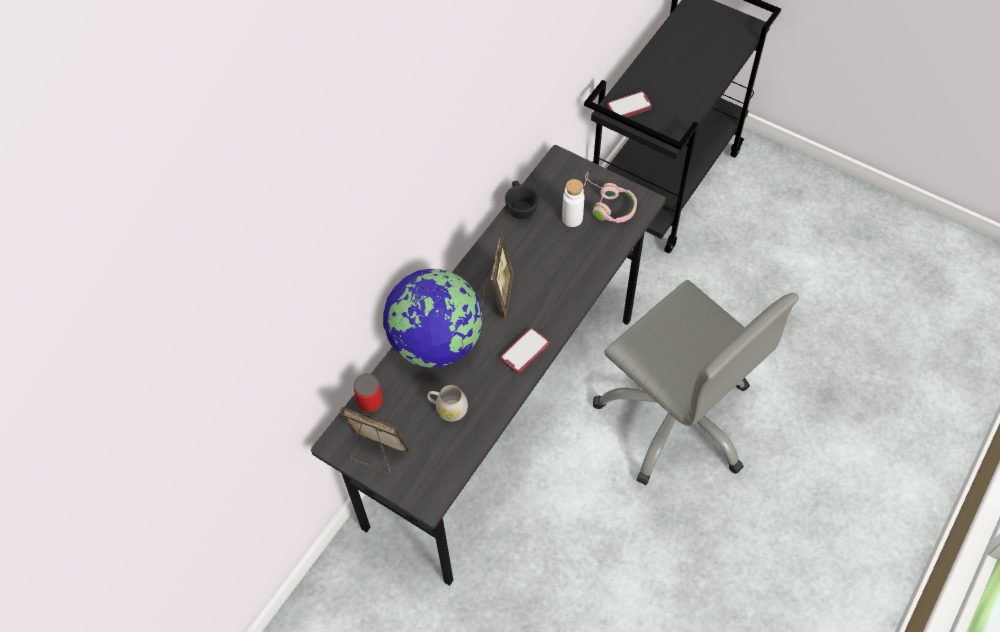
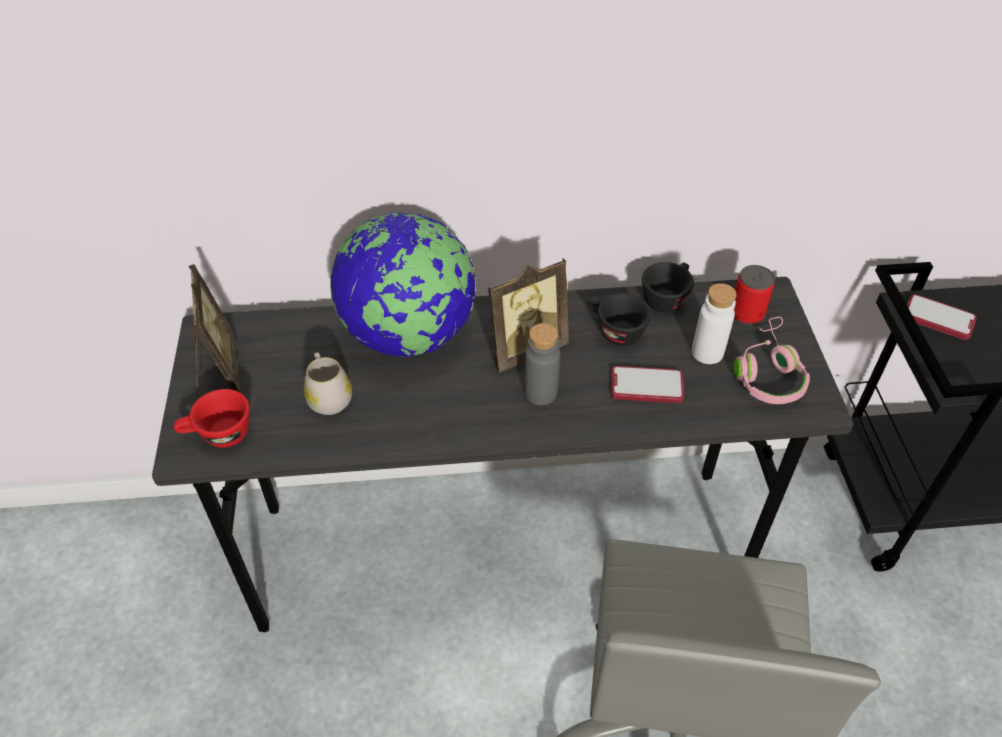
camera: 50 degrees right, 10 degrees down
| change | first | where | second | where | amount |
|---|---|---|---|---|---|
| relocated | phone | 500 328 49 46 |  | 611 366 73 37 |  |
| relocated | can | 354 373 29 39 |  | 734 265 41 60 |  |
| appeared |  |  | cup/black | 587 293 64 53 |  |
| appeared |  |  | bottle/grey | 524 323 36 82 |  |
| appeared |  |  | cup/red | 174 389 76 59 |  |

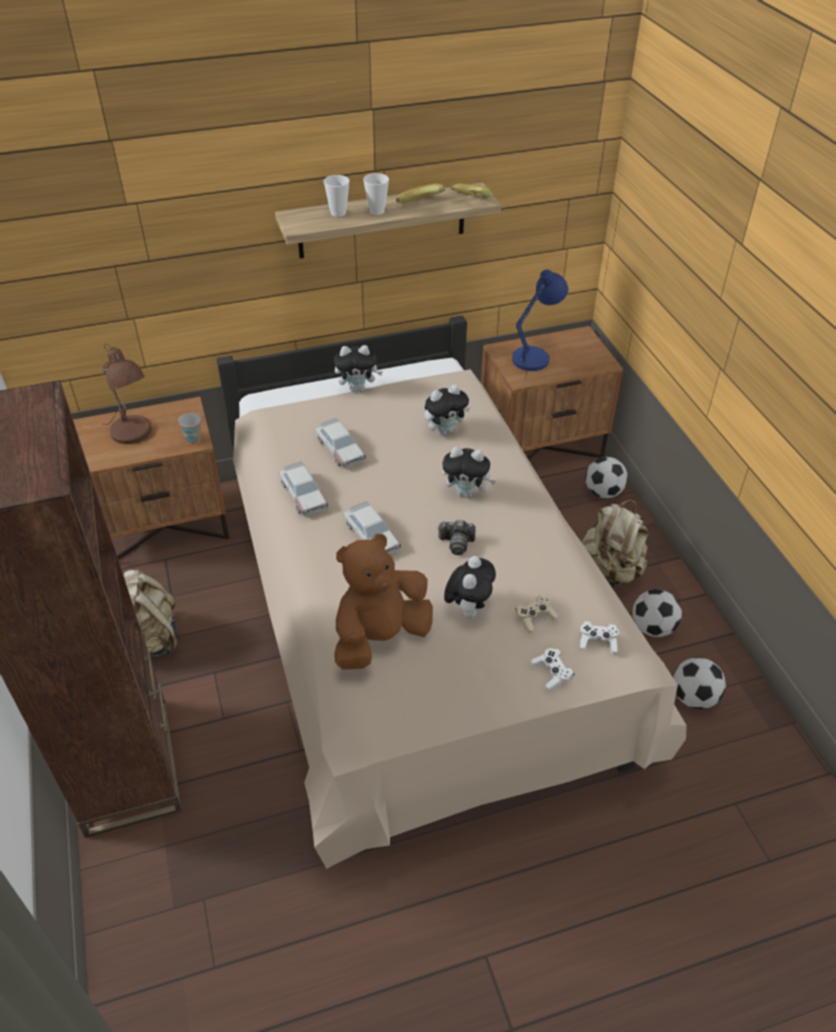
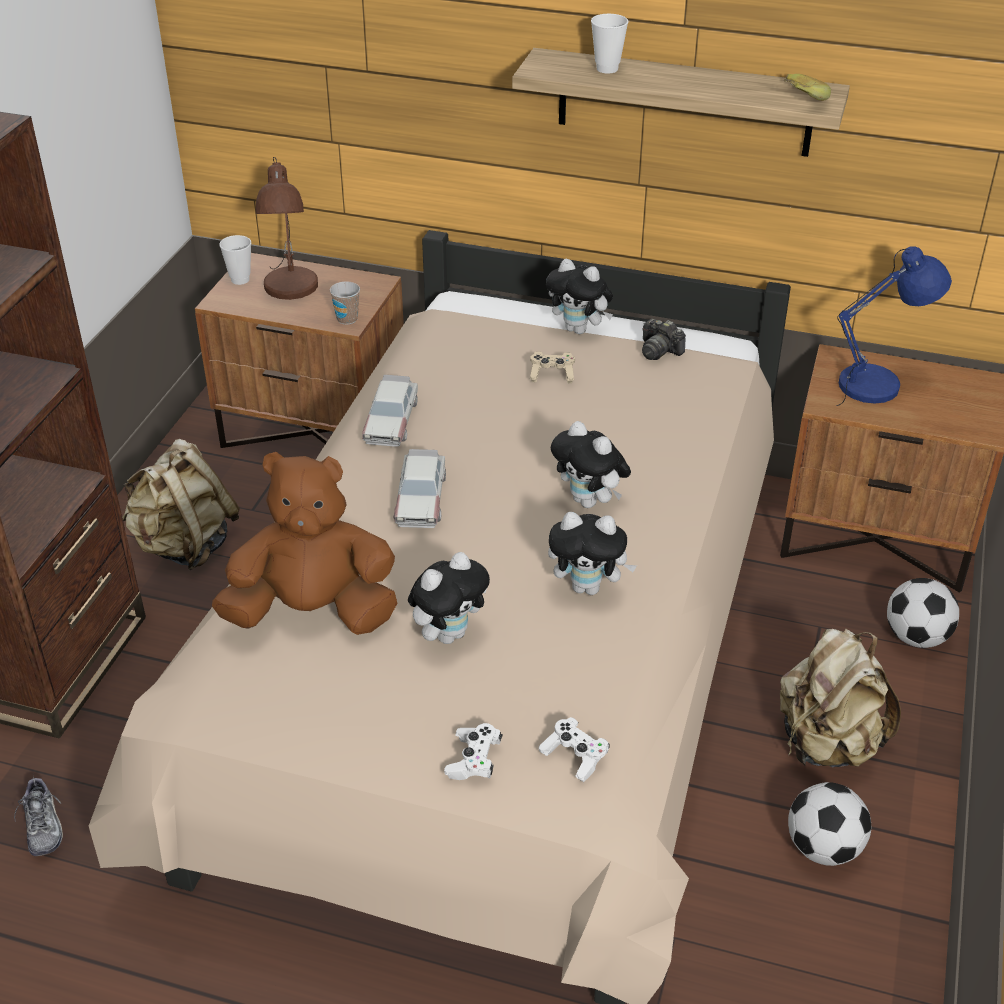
camera: 35 degrees right, 5 degrees down
| change | first | where | second | where | amount |
|---|---|---|---|---|---|
| relocated | cup | 363 173 26 42 |  | 219 235 32 50 |  |
| missing | banana | 396 184 49 19 |  |  |  |
| relocated | plush toy | 424 385 46 51 |  | 548 512 89 83 |  |
| missing | toy car | 315 418 51 51 |  |  |  |
| relocated | photo camera | 438 520 37 35 |  | 642 319 44 41 |  |
| relocated | game controller/beige | 516 595 42 38 |  | 530 352 45 31 |  |
| missing | football | 673 657 53 52 |  |  |  |
| appeared |  |  | shoe | 14 775 49 81 |  |

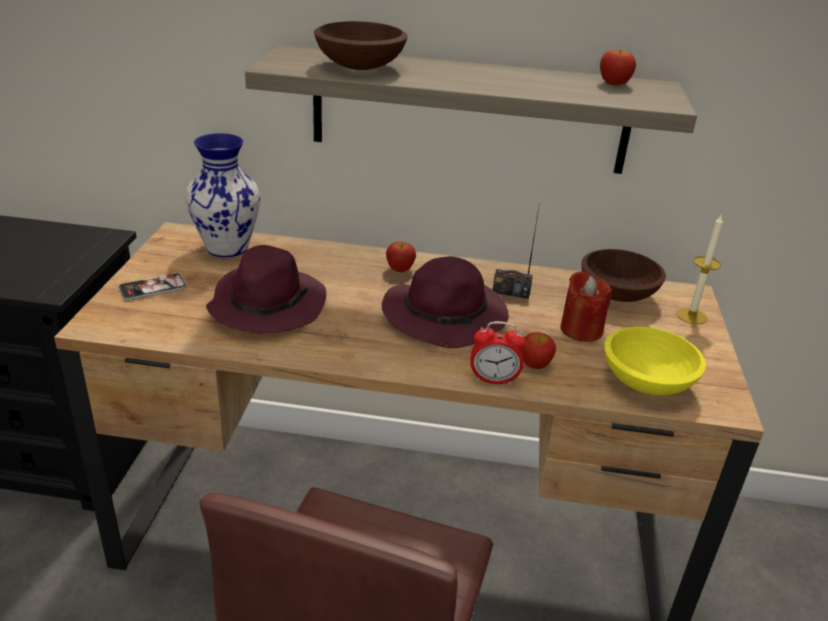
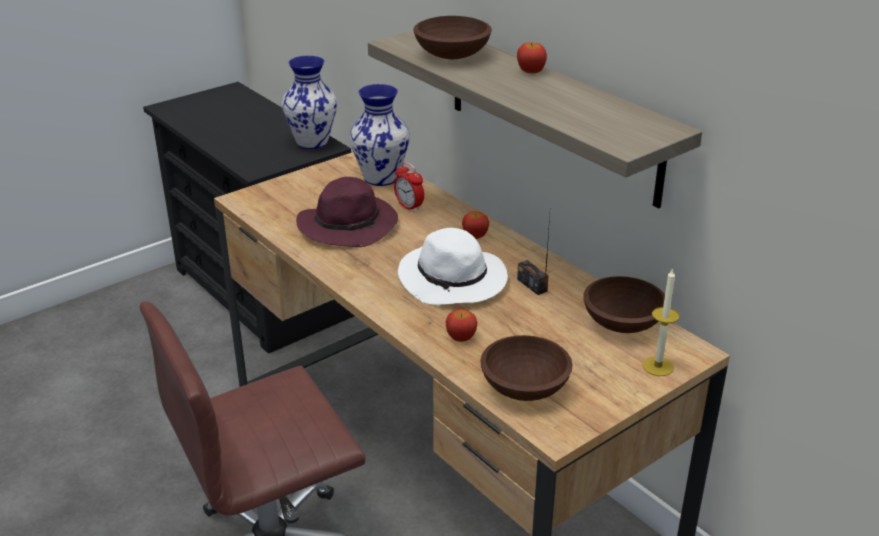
camera: 45 degrees right, 0 degrees up
| change | first | where | second | where | amount |
|---|---|---|---|---|---|
| relocated | apple | 600 49 36 36 |  | 517 43 30 30 |  |
| colour | hat/purple | 382 256 127 92 | hat/white | 398 228 110 77 |  |
| missing | candle/red | 560 271 52 71 |  |  |  |
| missing | phone | 118 272 68 29 |  |  |  |
| relocated | alarm clock | 470 321 55 64 |  | 394 162 30 50 |  |
| colour | bowl/yellow | 605 327 101 68 | bowl/brown | 480 335 92 66 |  |
| appeared |  |  | vase | 282 56 55 93 |  |

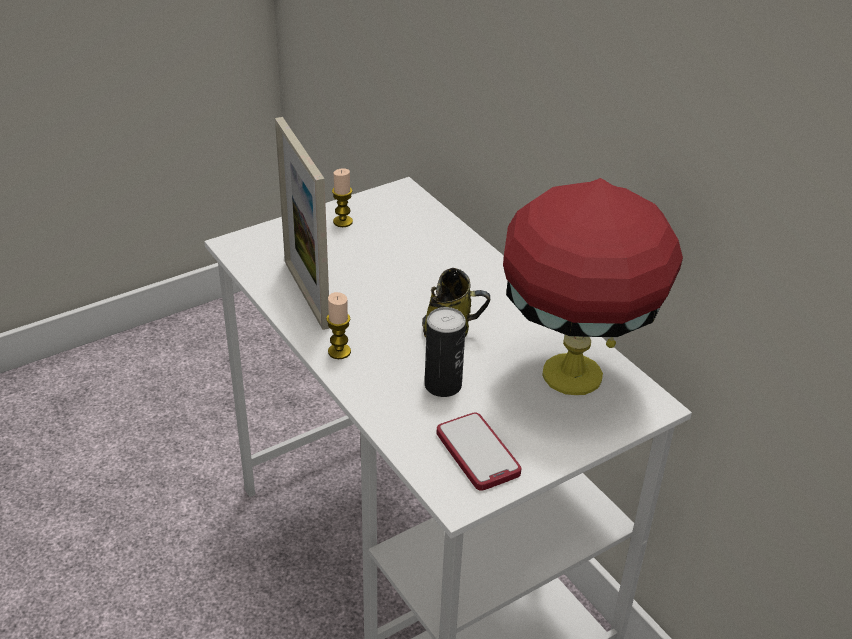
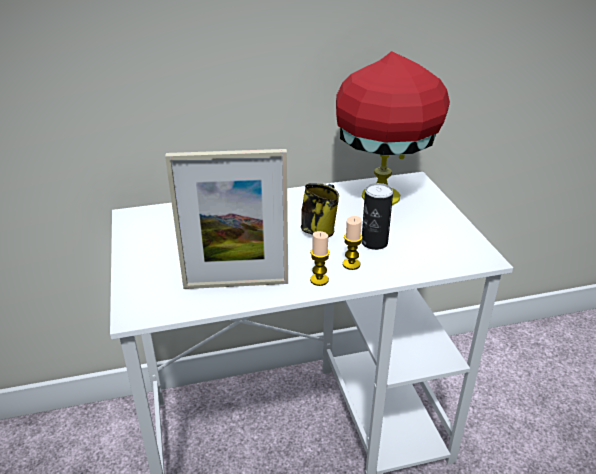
camera: 70 degrees left, 5 degrees down
| change | first | where | second | where | amount |
|---|---|---|---|---|---|
| relocated | candle | 332 168 21 59 |  | 343 216 20 54 |  |
| missing | phone | 437 413 84 78 |  |  |  |

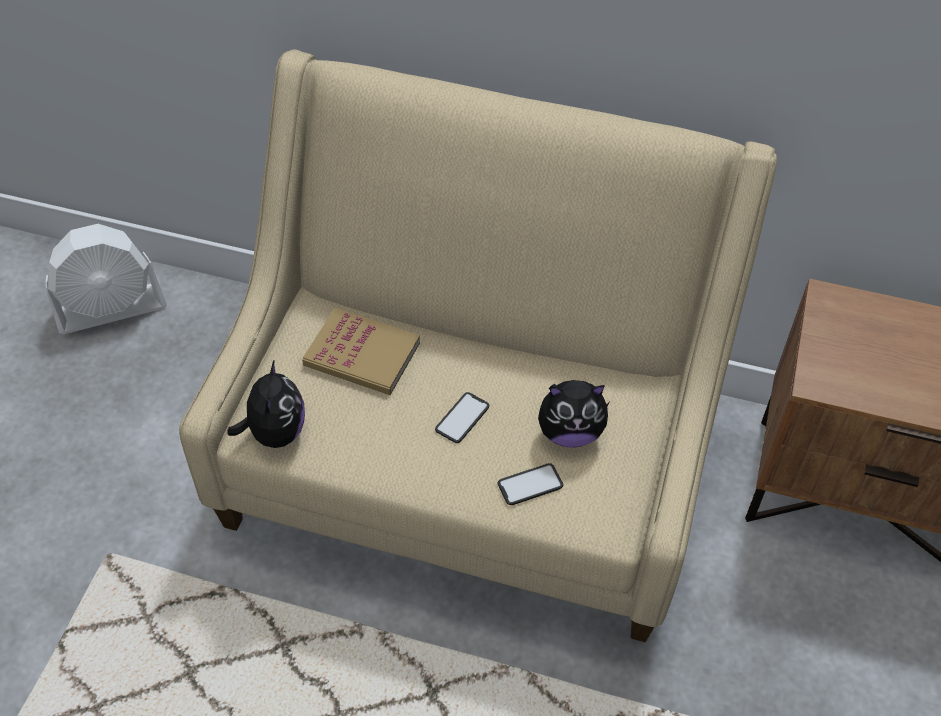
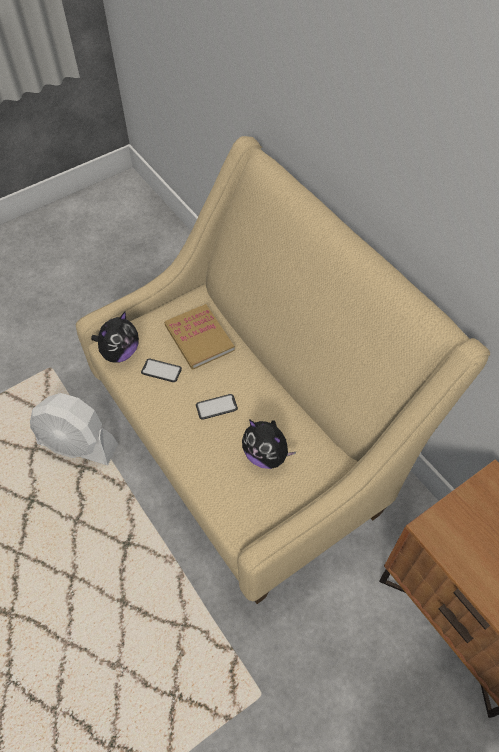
camera: 40 degrees right, 5 degrees up
| change | first | where | second | where | amount |
|---|---|---|---|---|---|
| relocated | fan/white | 46 224 121 110 |  | 30 393 88 72 |  |
| relocated | phone | 497 463 66 42 |  | 141 359 41 23 |  |

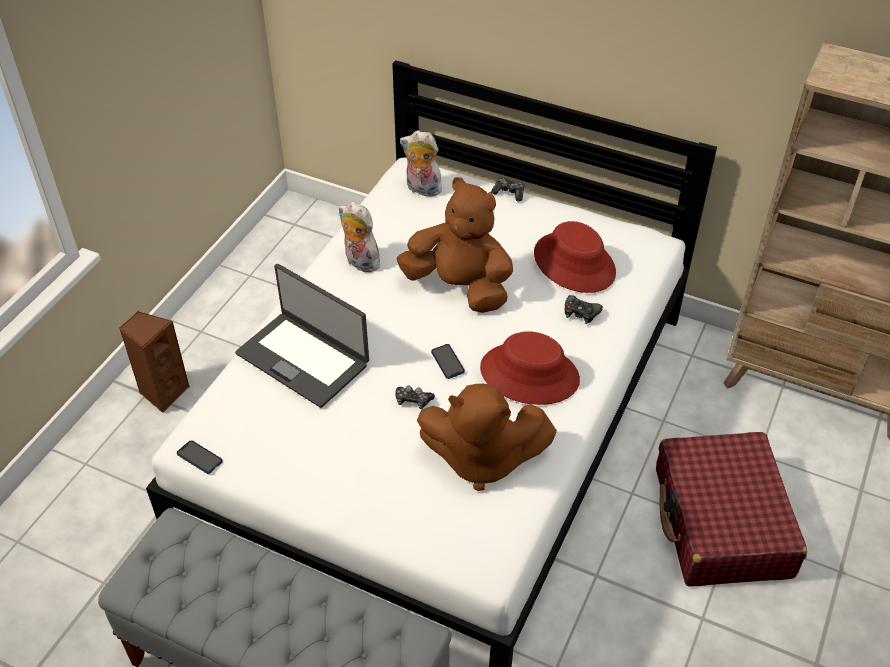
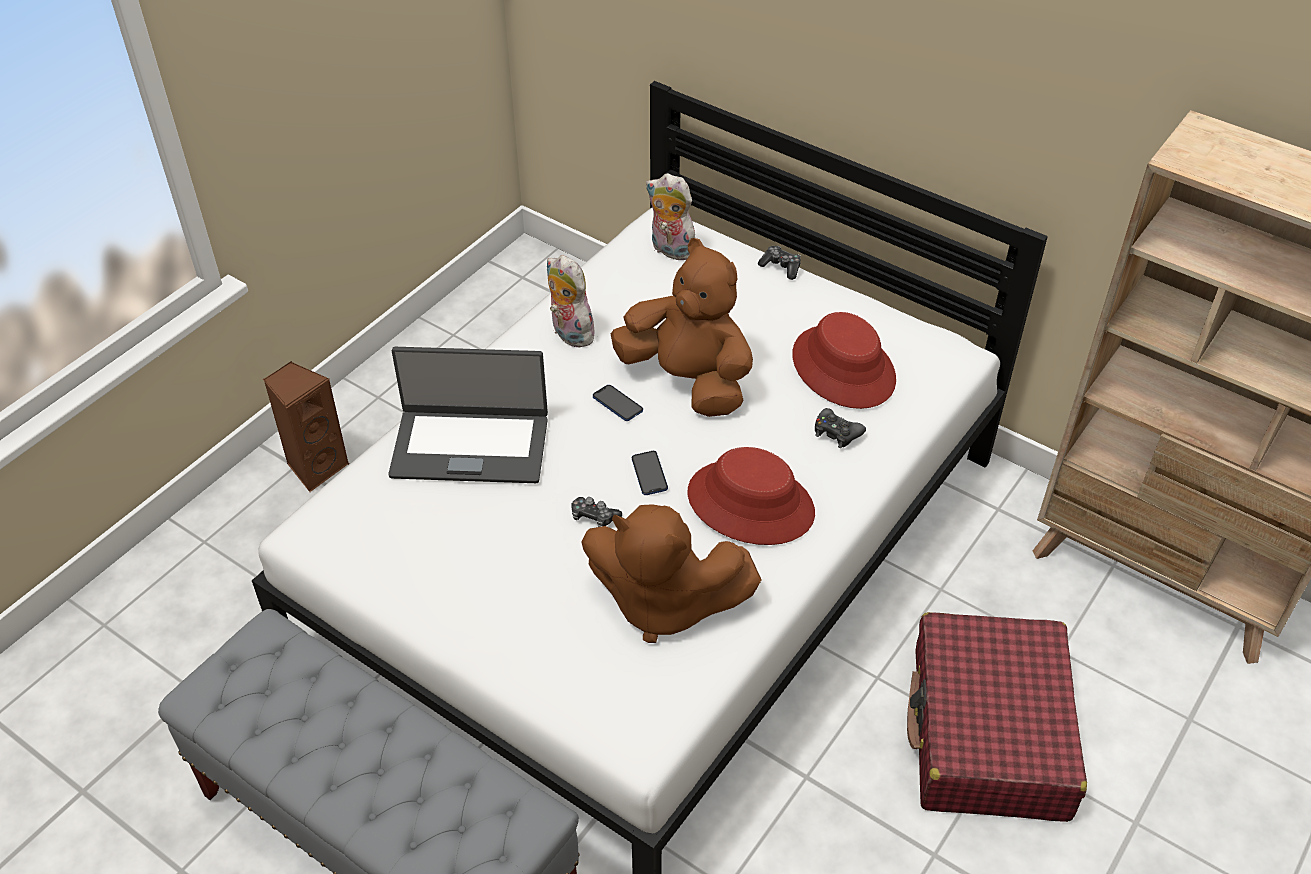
camera: 10 degrees right, 0 degrees up
| change | first | where | second | where | amount |
|---|---|---|---|---|---|
| spun | laptop | 235 264 134 144 |  | 388 347 160 136 | 45 degrees counterclockwise |
| relocated | phone | 177 440 46 34 |  | 593 385 50 36 |  |

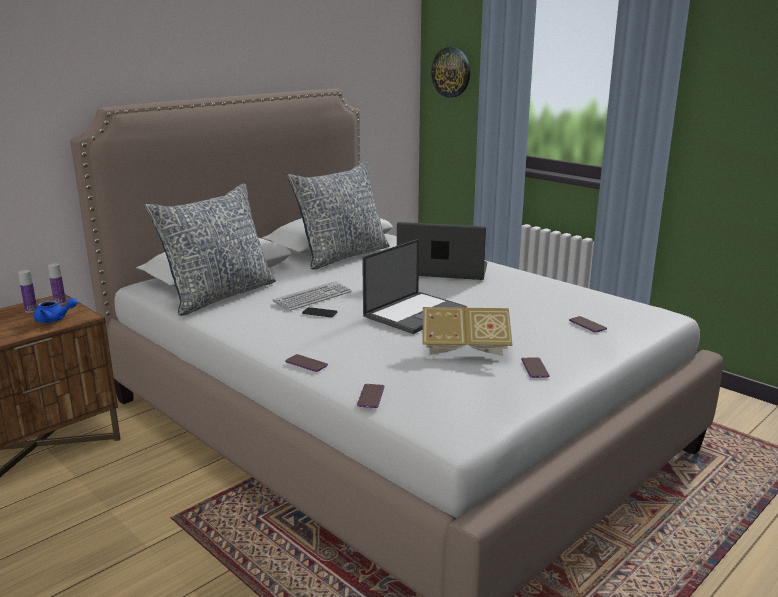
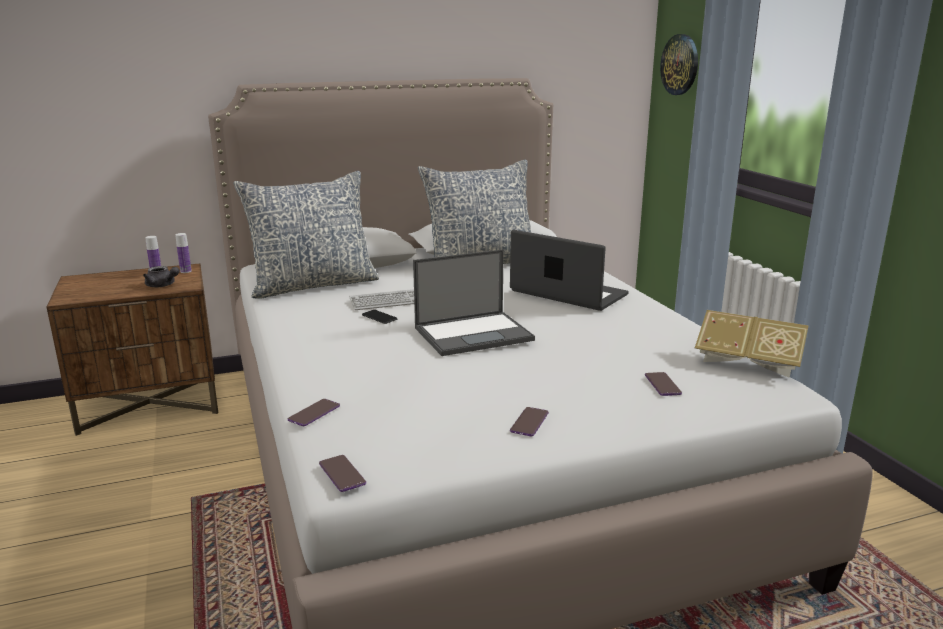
camera: 25 degrees right, 0 degrees up
| change | first | where | second | where | amount |
|---|---|---|---|---|---|
| colour | teapot/blue | 34 298 43 25 | teapot/grey | 143 266 37 21 |  |
| relocated | book | 423 307 90 49 |  | 695 310 114 68 |  |
| relocated | phone | 285 354 43 18 |  | 319 455 47 37 |  |

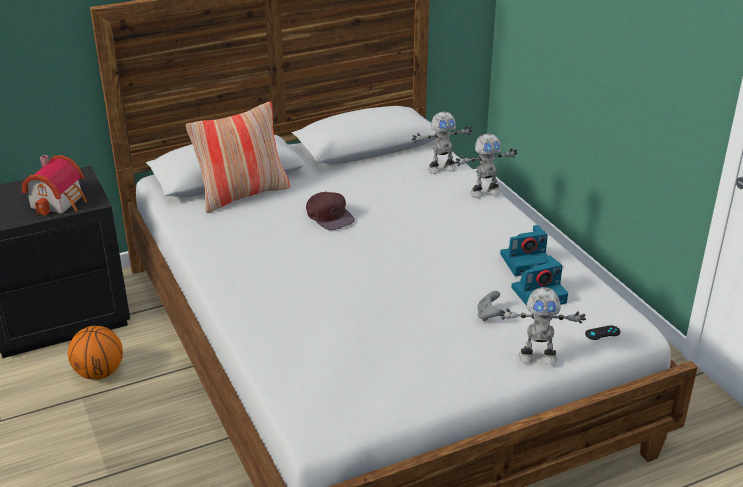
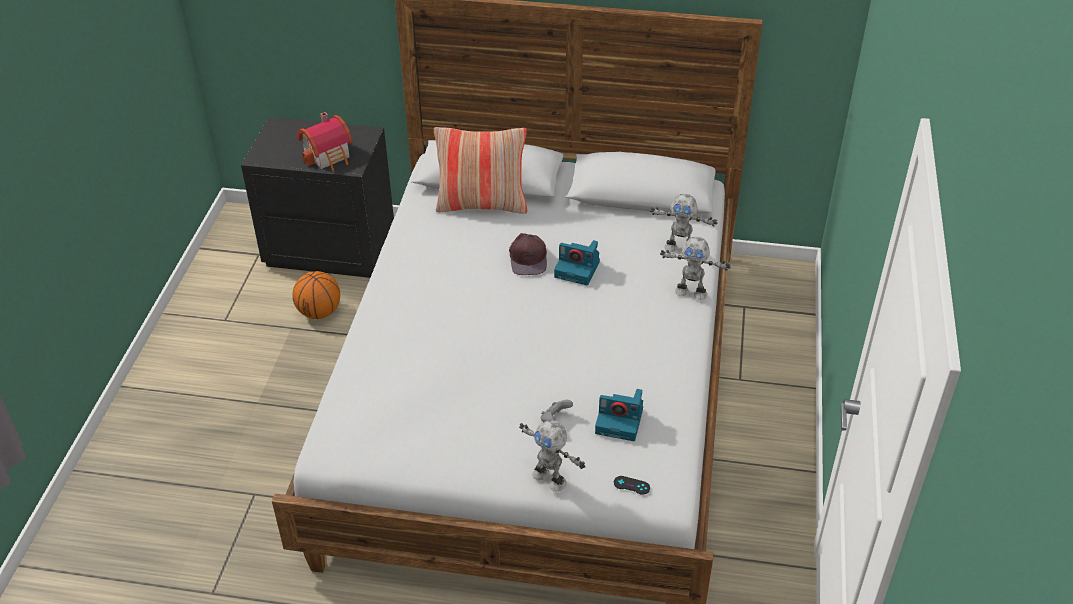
camera: 35 degrees right, 10 degrees up
| change | first | where | second | where | amount |
|---|---|---|---|---|---|
| relocated | photo camera | 500 225 48 51 |  | 554 240 46 45 |  |

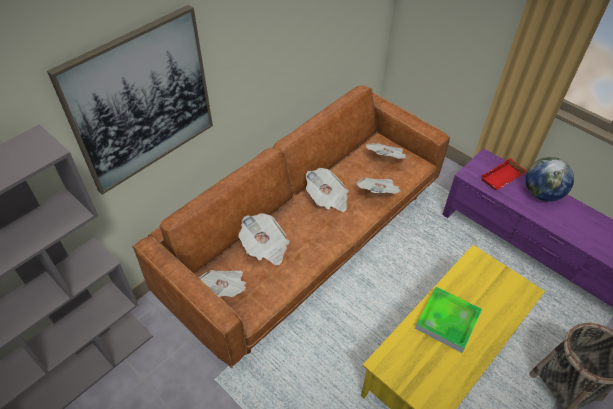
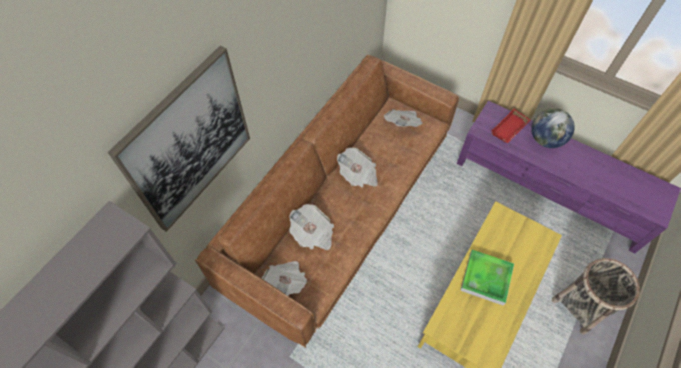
camera: 10 degrees left, 10 degrees up
| change | first | where | second | where | amount |
|---|---|---|---|---|---|
| missing | newspaper | 357 177 44 17 |  |  |  |

